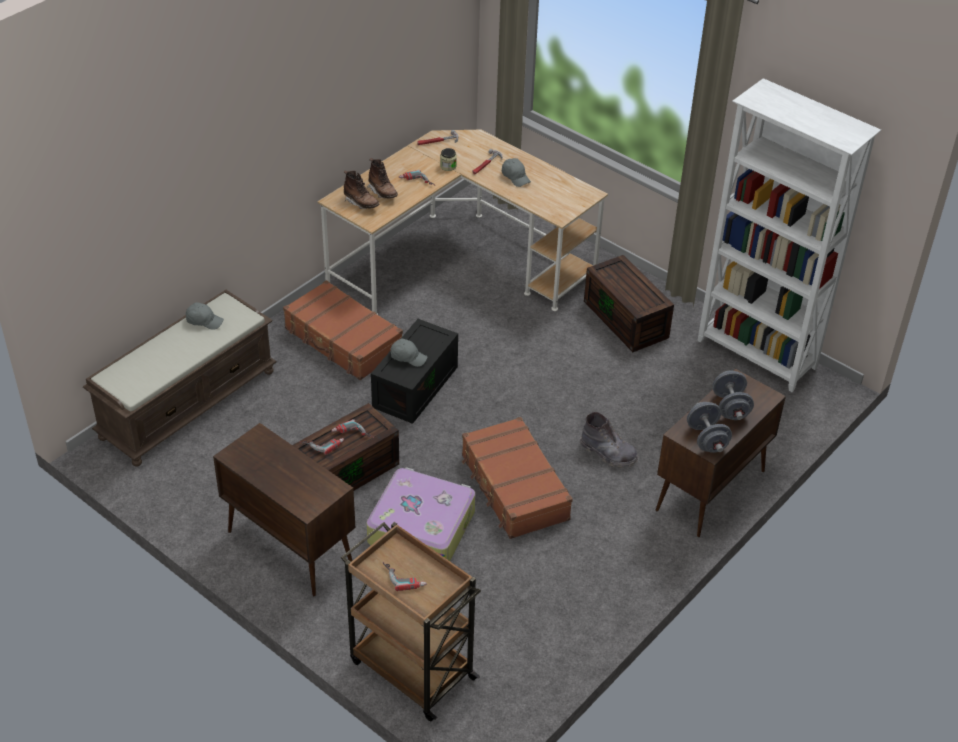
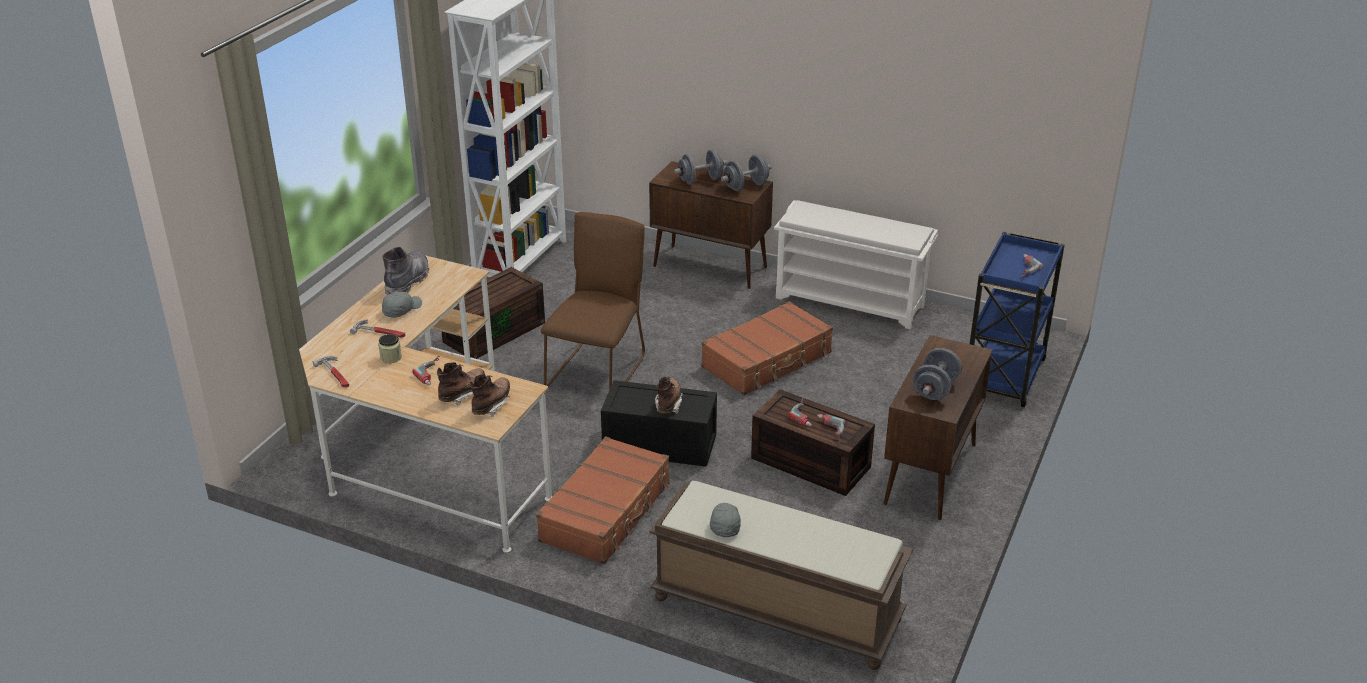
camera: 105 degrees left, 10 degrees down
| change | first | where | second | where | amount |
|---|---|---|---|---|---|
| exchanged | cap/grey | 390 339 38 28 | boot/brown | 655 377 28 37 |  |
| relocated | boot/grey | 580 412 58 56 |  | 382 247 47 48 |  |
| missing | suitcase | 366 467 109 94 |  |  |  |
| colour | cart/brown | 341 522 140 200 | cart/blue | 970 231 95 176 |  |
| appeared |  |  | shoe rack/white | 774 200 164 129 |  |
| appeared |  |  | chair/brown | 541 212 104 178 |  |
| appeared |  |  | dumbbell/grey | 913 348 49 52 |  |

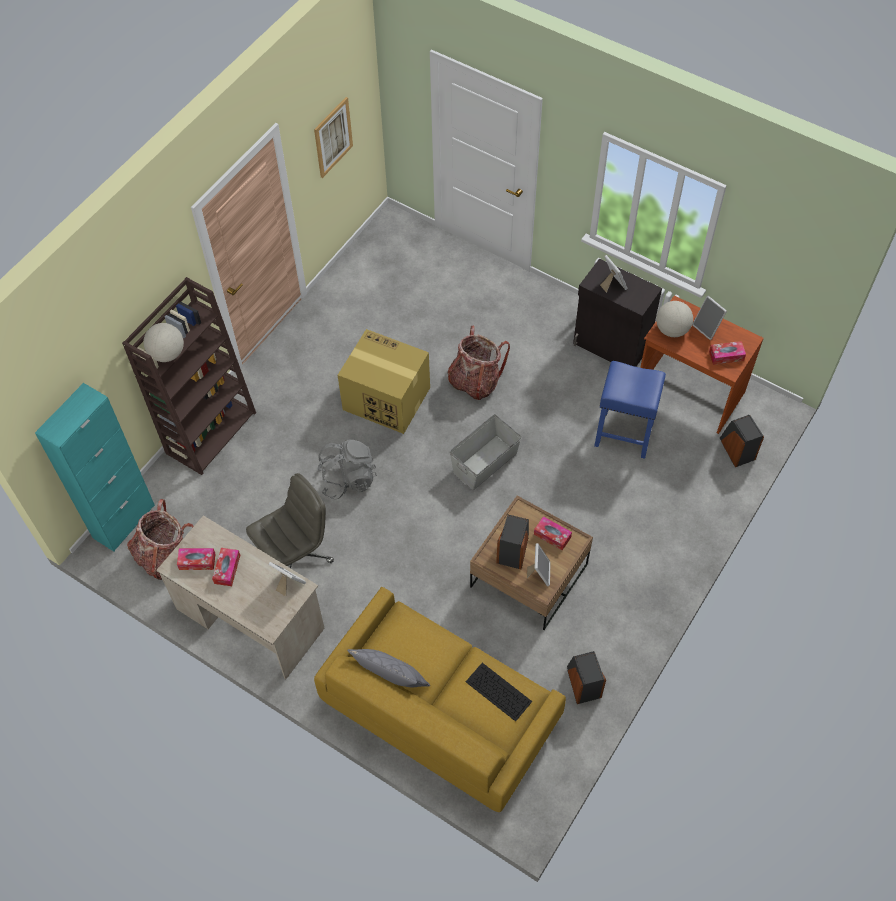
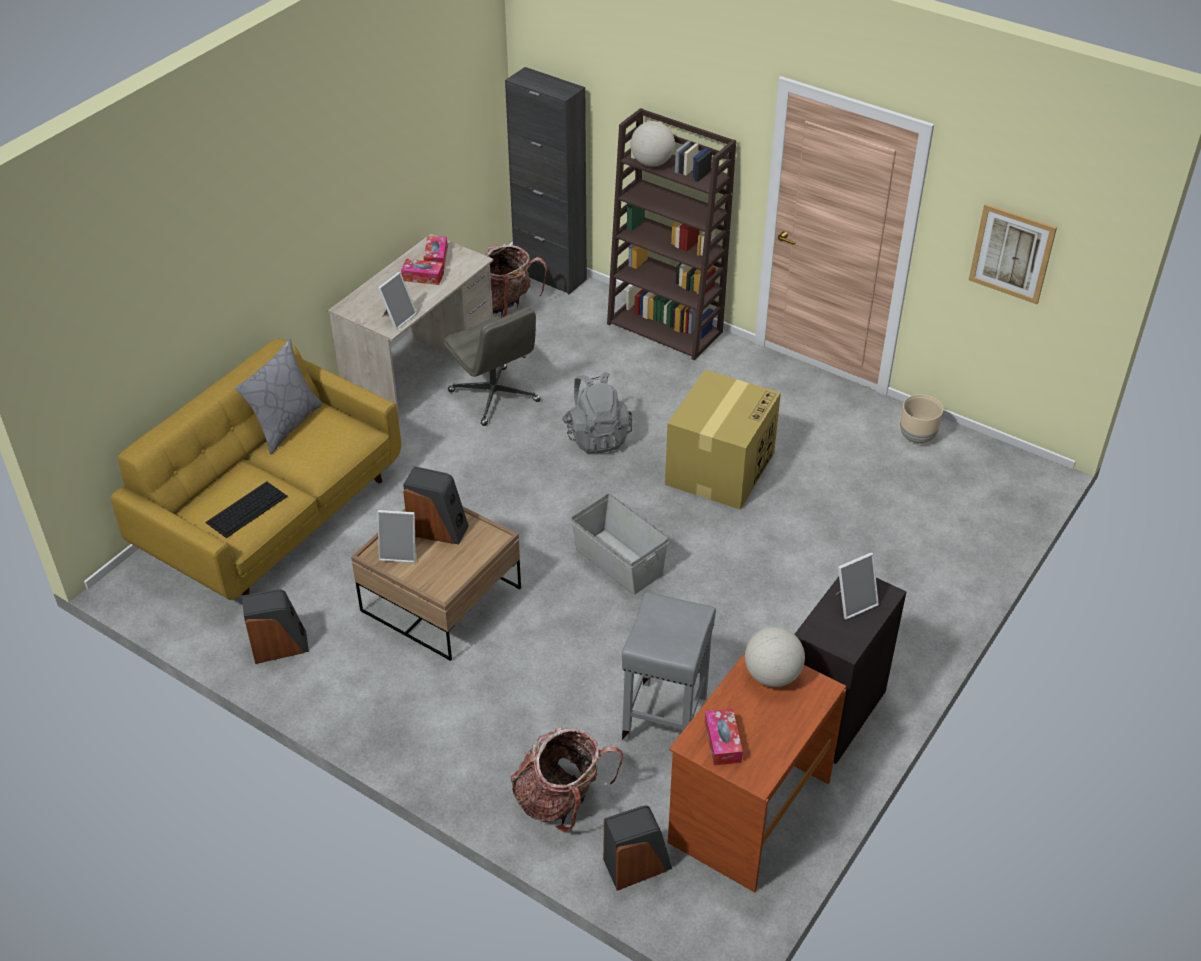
camera: 90 degrees right, 15 degrees down
| change | first | where | second | where | amount |
|---|---|---|---|---|---|
| missing | picture frame | 692 296 35 44 |  |  |  |
| relocated | backpack | 447 326 63 74 |  | 511 727 112 105 |  |
| colour | stool/blue | 594 361 72 98 | stool/grey | 622 592 94 150 |  |
| colour | cabinet/turquoise | 35 383 120 168 | cabinet/black | 505 67 82 227 |  |
| missing | tissue box | 534 516 38 34 |  |  |  |
| appeared |  |  | planter/beige | 900 395 43 49 |  |

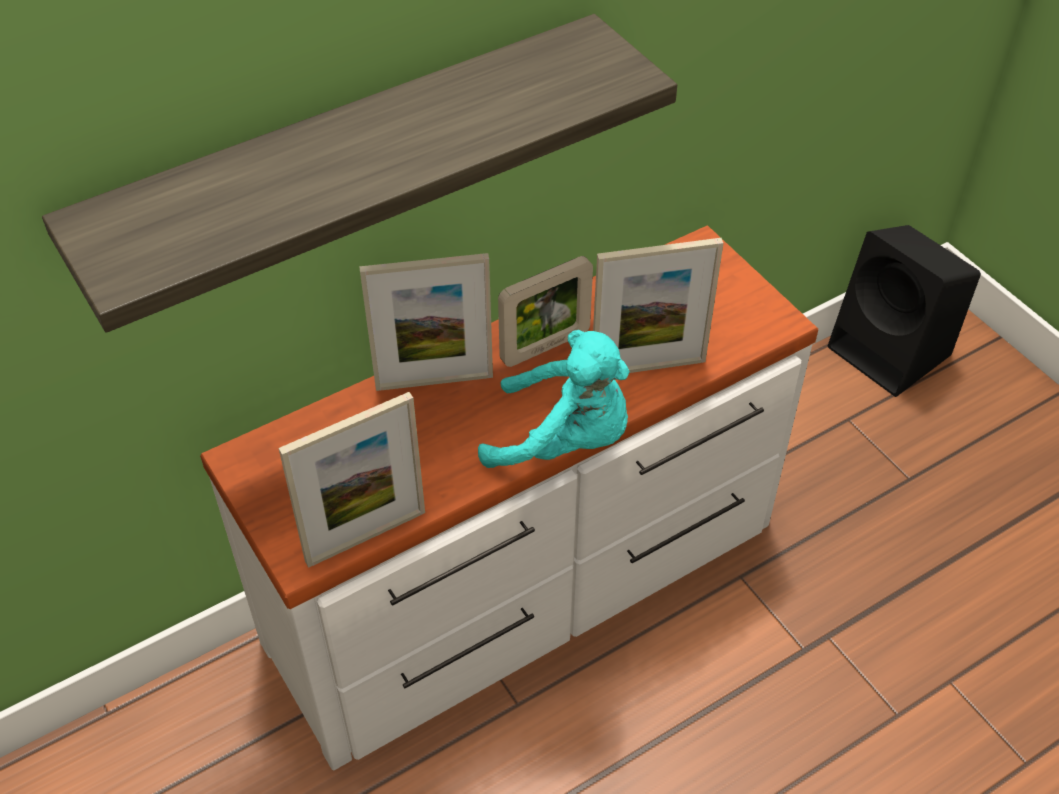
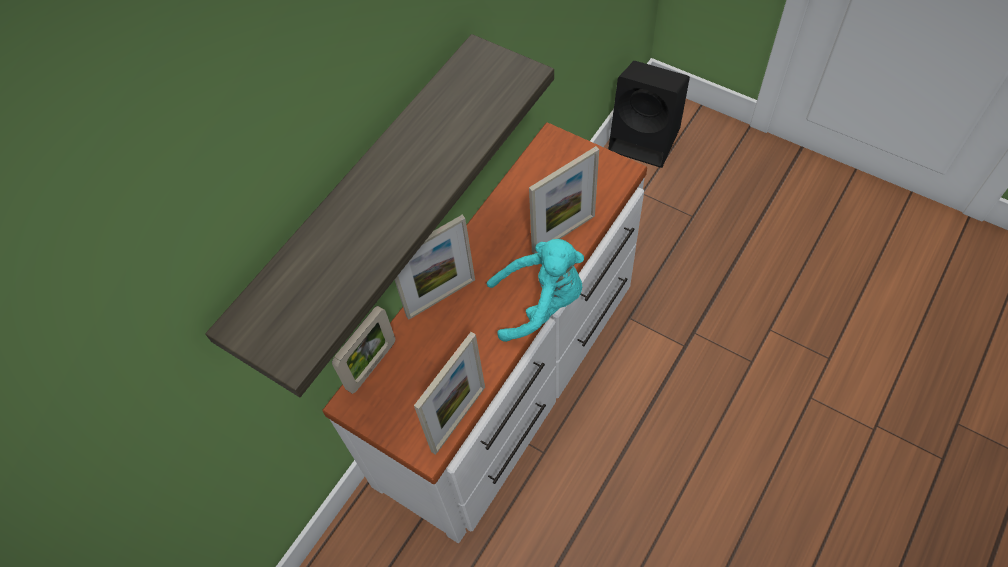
camera: 20 degrees left, 10 degrees up
| change | first | where | second | where | amount |
|---|---|---|---|---|---|
| relocated | picture frame | 498 256 95 111 |  | 332 306 63 88 |  |

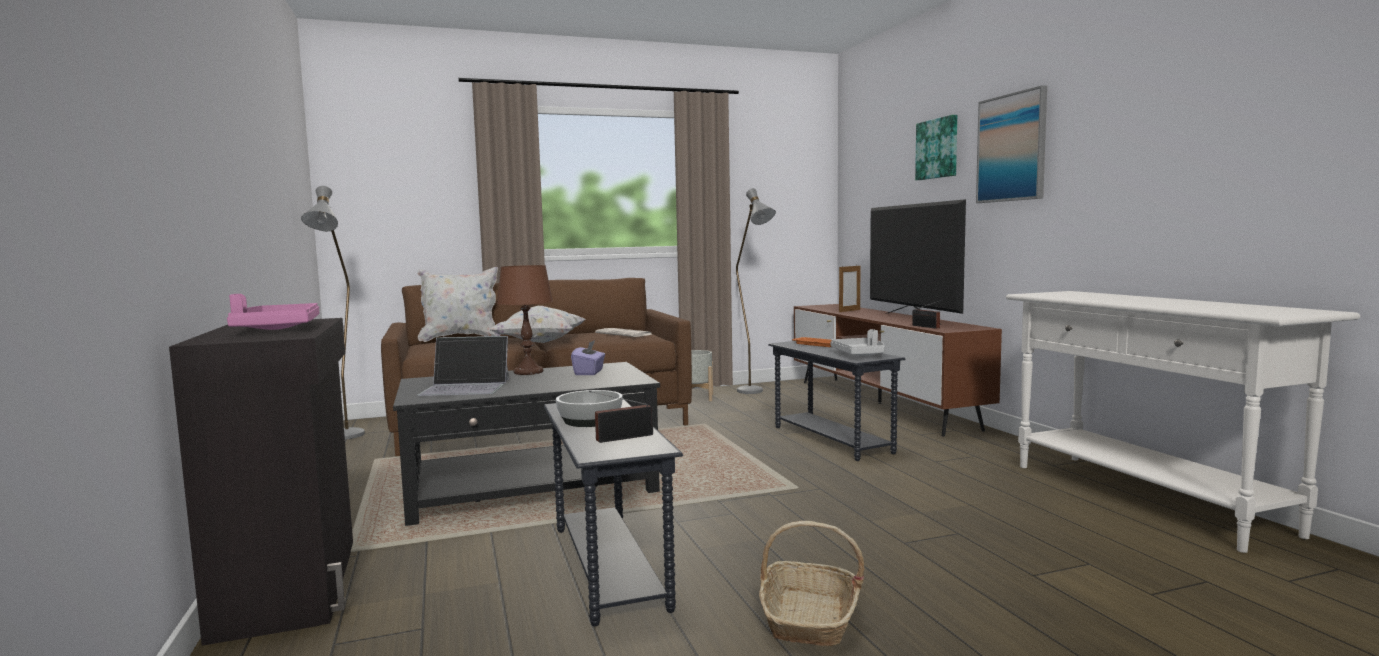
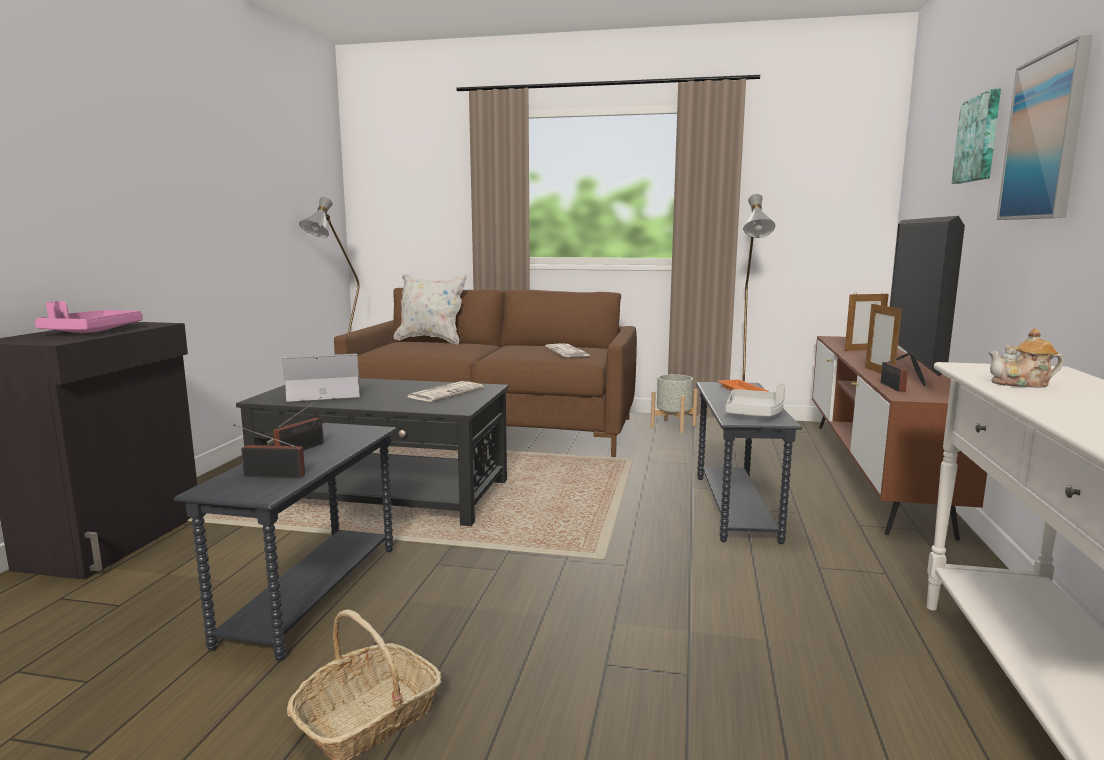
camera: 30 degrees right, 5 degrees up
| change | first | where | second | where | amount |
|---|---|---|---|---|---|
| missing | table lamp/brown | 497 265 56 110 |  |  |  |
| missing | pillow/white | 489 306 97 37 |  |  |  |
| spun | laptop | 417 336 92 60 |  | 282 354 78 48 | 135 degrees clockwise |
| exchanged | tissue box/purple | 571 340 34 35 | newspaper | 408 381 76 20 |  |
| exchanged | bowl | 556 390 67 37 | radio | 273 397 51 54 |  |
| appeared |  |  | picture frame | 865 303 37 70 |  |
| appeared |  |  | teapot | 988 329 76 59 |  |

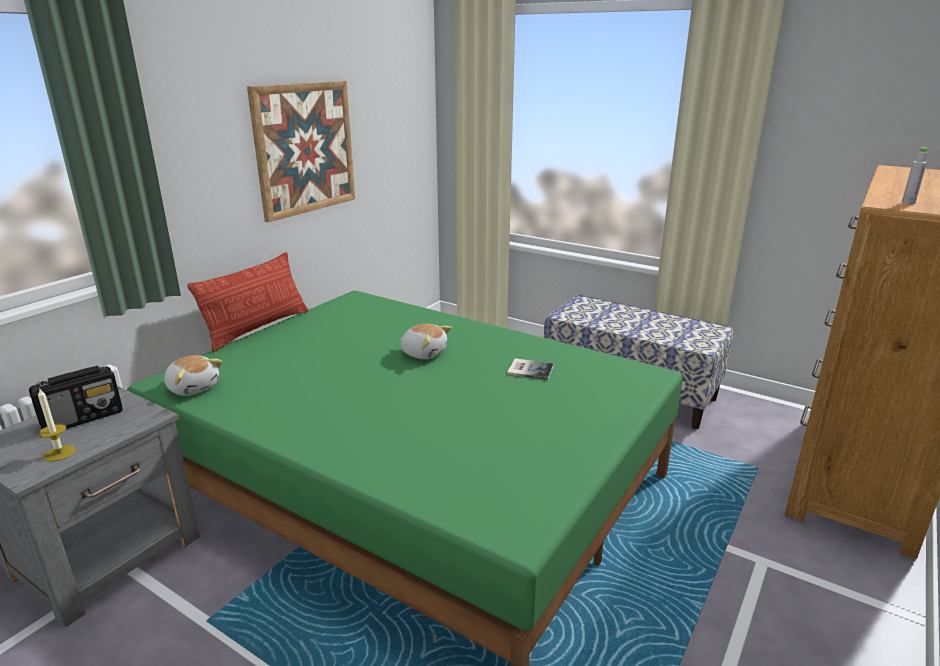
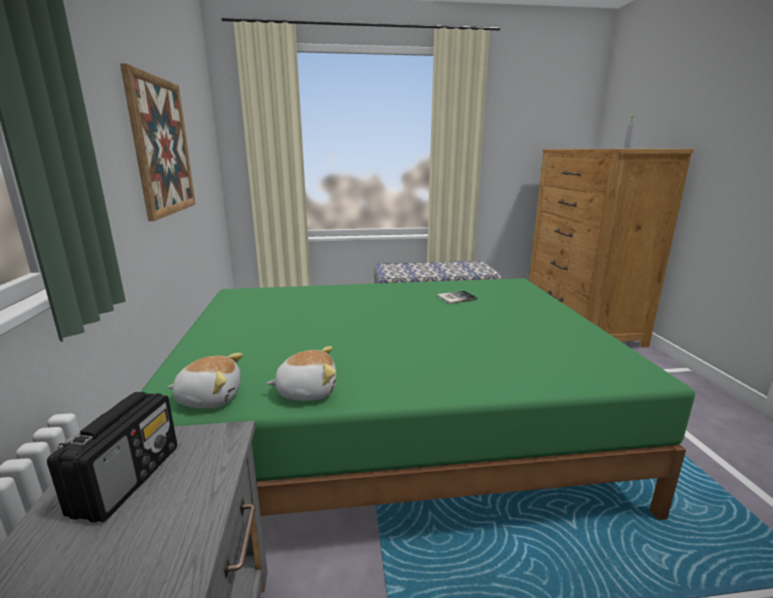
camera: 40 degrees left, 5 degrees down
| change | first | where | second | where | amount |
|---|---|---|---|---|---|
| missing | pillow | 187 252 122 100 |  |  |  |
| relocated | plush toy | 400 324 52 35 |  | 266 346 70 55 |  |
| missing | candle | 38 388 37 73 |  |  |  |

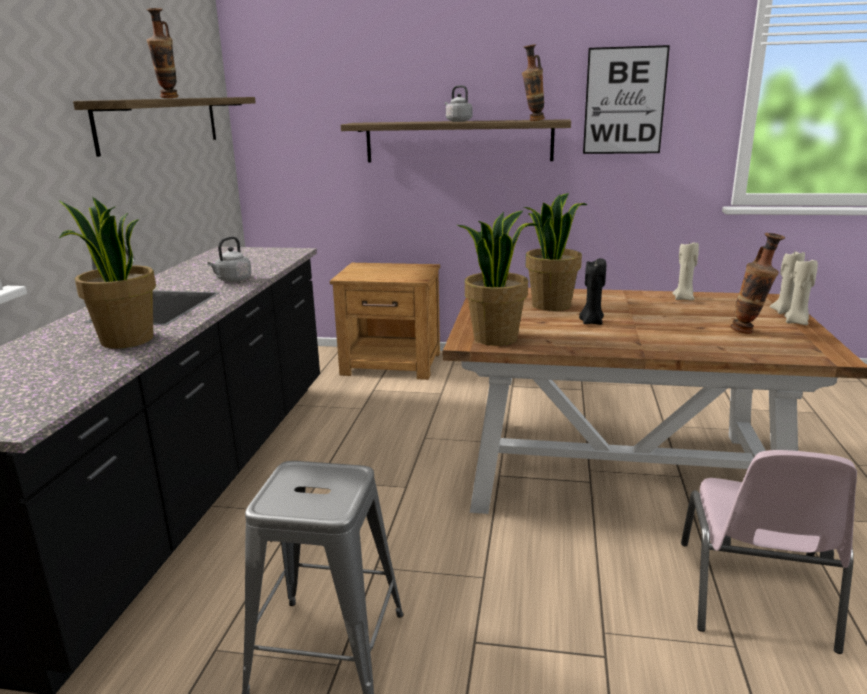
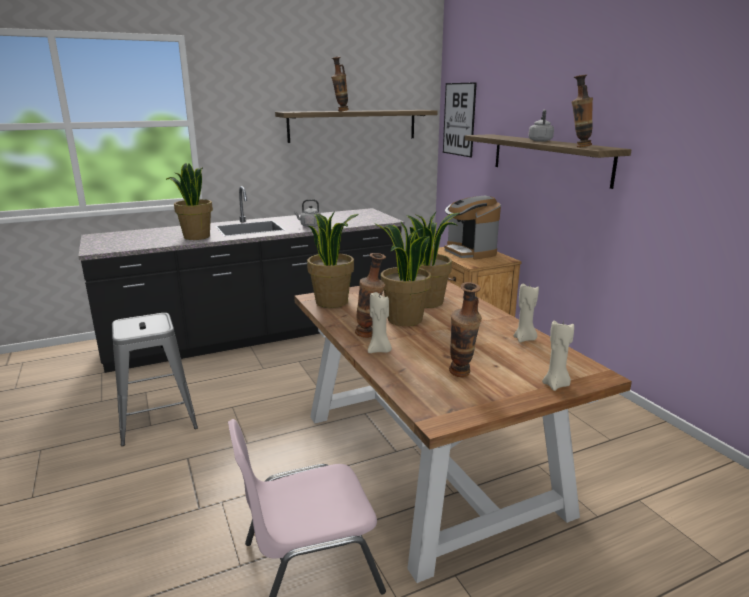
camera: 55 degrees right, 0 degrees up
| change | first | where | second | where | amount |
|---|---|---|---|---|---|
| relocated | picture | 583 45 87 109 |  | 443 82 34 75 |  |
| relocated | candle/beige | 784 257 34 68 |  | 368 292 24 61 |  |
| exchanged | candle/black | 579 258 27 67 | potted plant | 375 222 56 104 |  |
| appeared |  |  | coffee machine | 444 196 57 63 |  |
| appeared |  |  | vase | 355 253 31 85 |  |

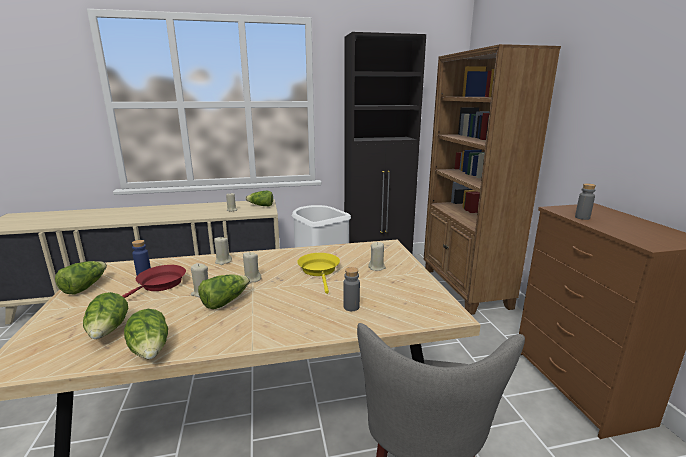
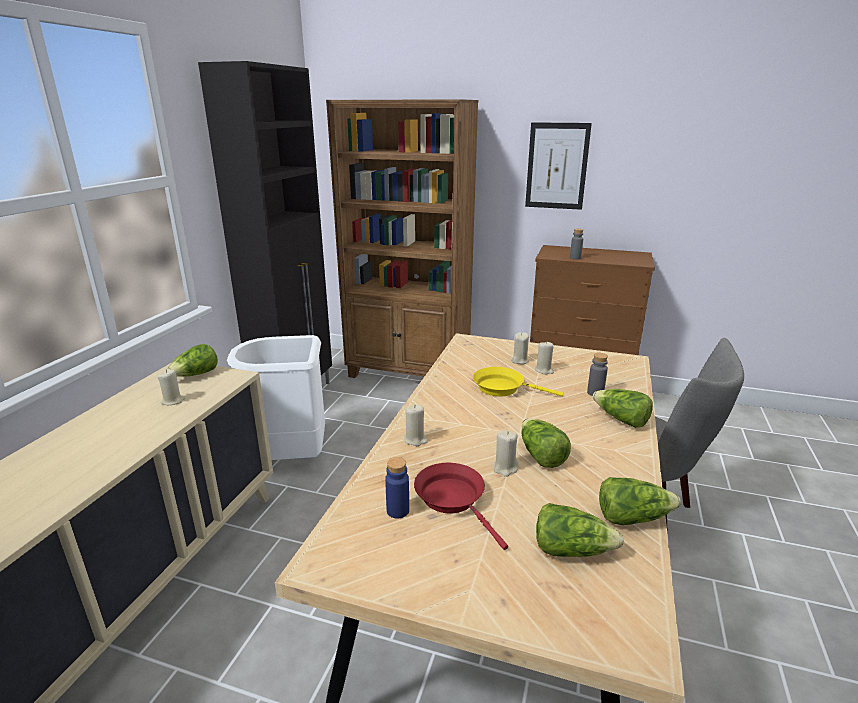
camera: 60 degrees left, 5 degrees up
| change | first | where | second | where | amount |
|---|---|---|---|---|---|
| relocated | candle/beige | 243 252 19 32 |  | 535 341 19 34 |  |
| relocated | lettuce | 55 261 52 34 |  | 593 389 60 39 |  |
| appeared |  |  | picture | 525 122 67 88 |  |

